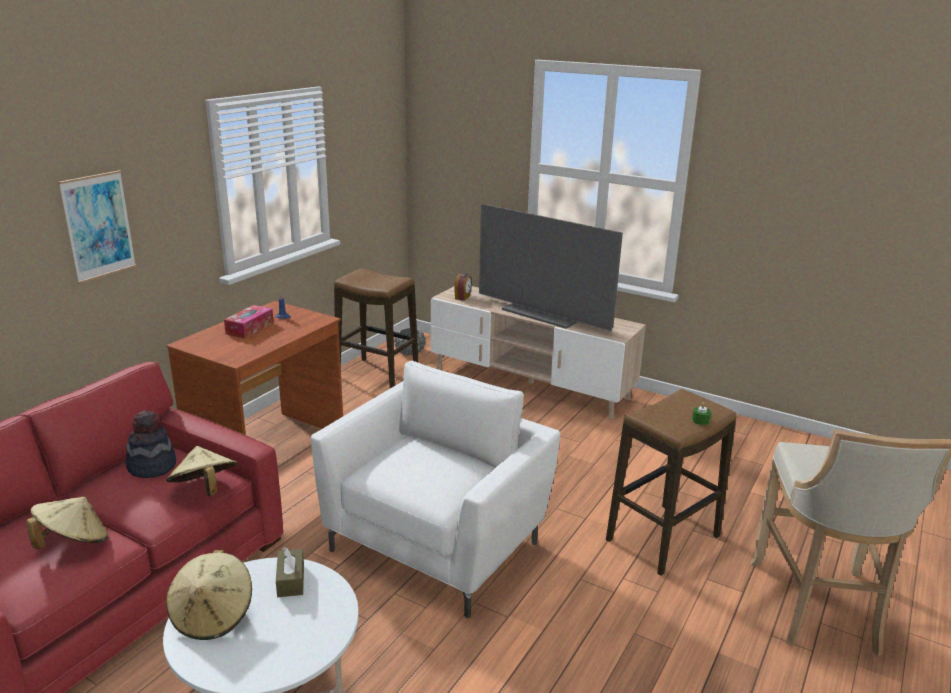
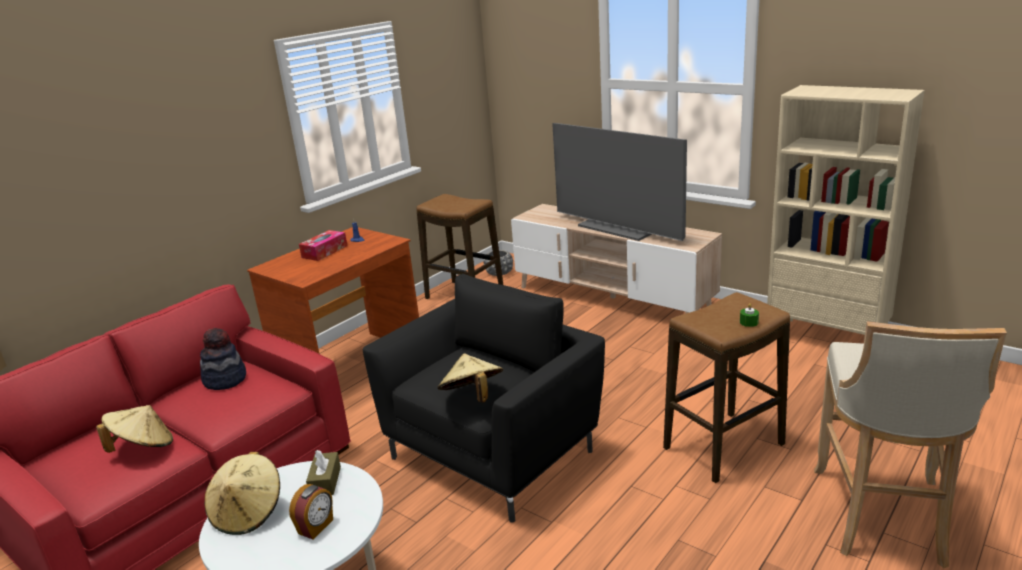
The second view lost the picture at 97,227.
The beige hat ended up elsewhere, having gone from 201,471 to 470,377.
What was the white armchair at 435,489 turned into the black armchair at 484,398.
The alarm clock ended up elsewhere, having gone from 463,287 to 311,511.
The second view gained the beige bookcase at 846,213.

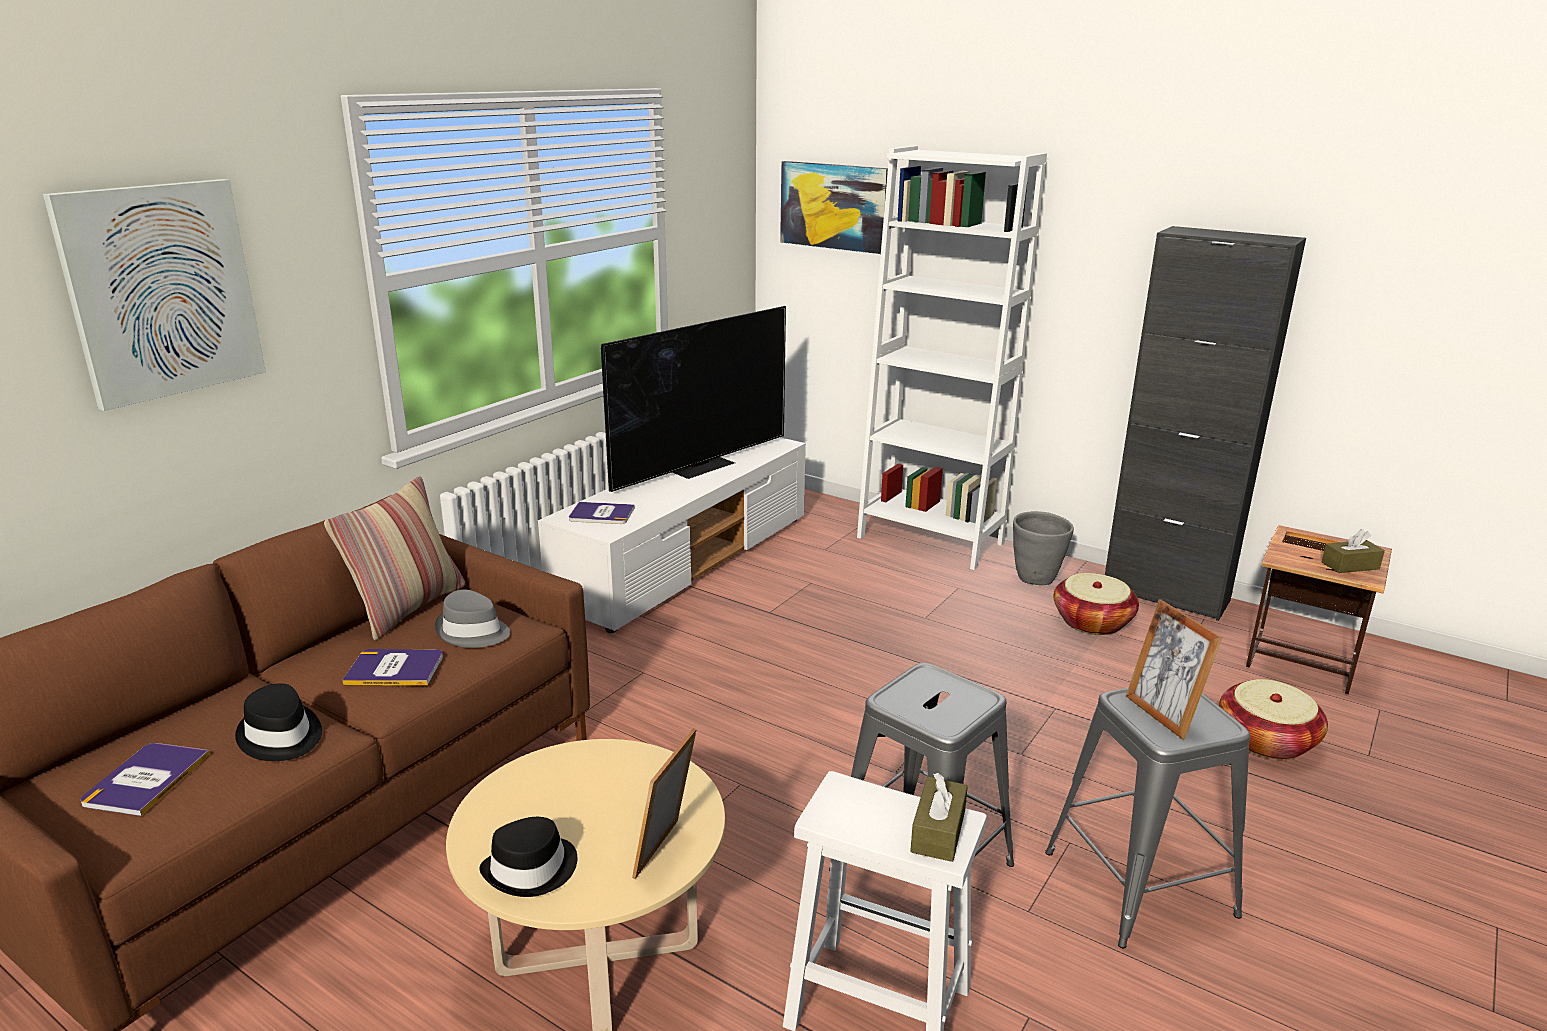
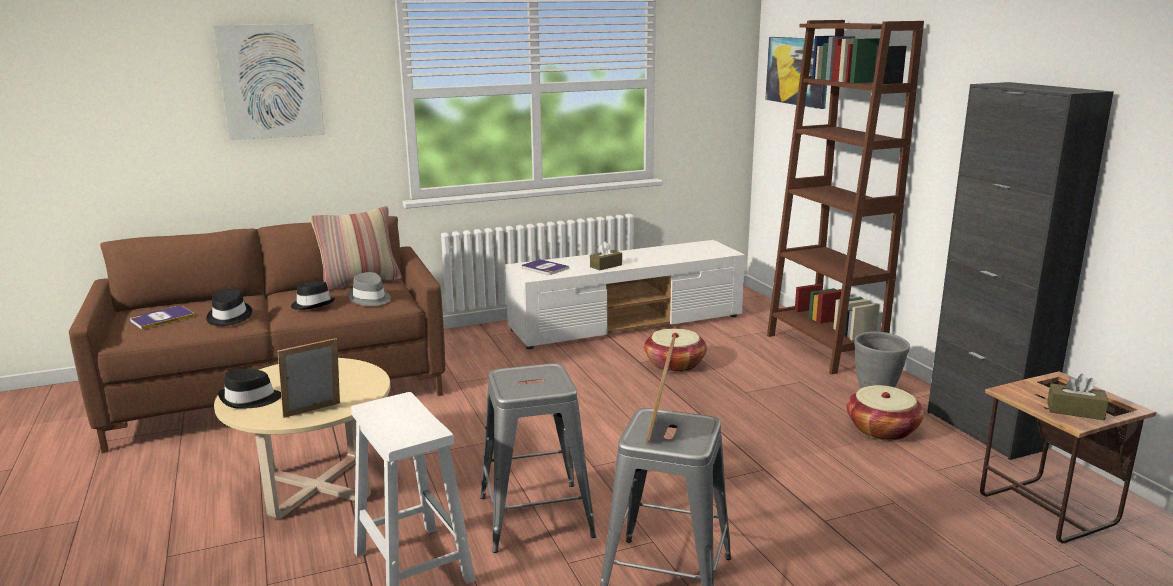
Where the book stood at 392,667, the black hat came to stand at 313,296.
The second view lost the television at 693,399.
What was the white bookcase at 952,358 turned into the brown bookcase at 845,197.
The brown tissue box ended up elsewhere, having gone from 939,817 to 606,256.
The basket ended up elsewhere, having gone from 1273,719 to 675,350.

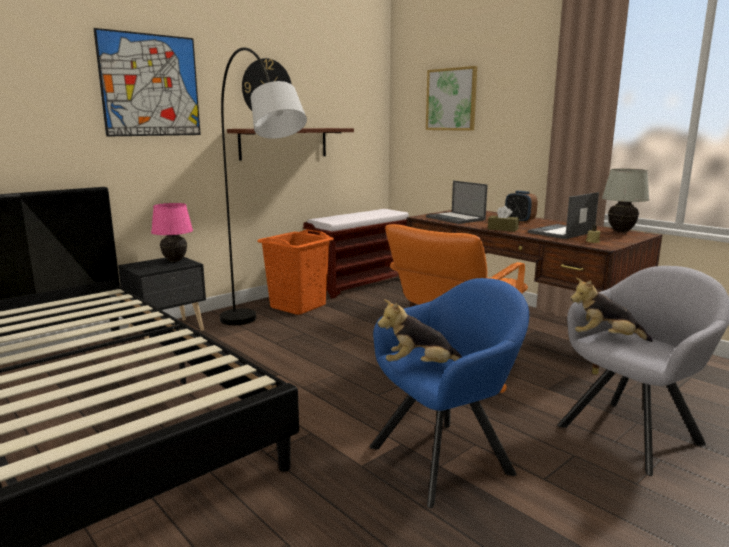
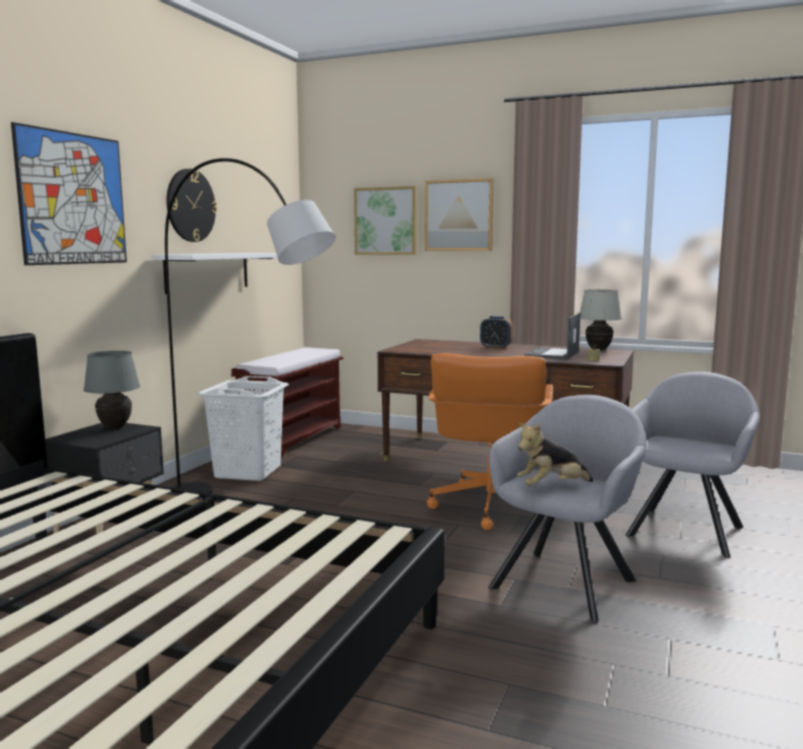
What was the pink table lamp at 172,232 turned into the grey table lamp at 112,389.
What was the brown shelf at 290,144 turned into the white shelf at 215,273.
What was the orange laundry basket at 295,272 turned into the white laundry basket at 243,428.
What was the blue armchair at 449,393 turned into the grey armchair at 567,509.
The second view lost the laptop at 457,202.
The second view lost the brown tissue box at 503,219.
The second view lost the plush toy at 611,310.
The second view gained the picture at 459,214.

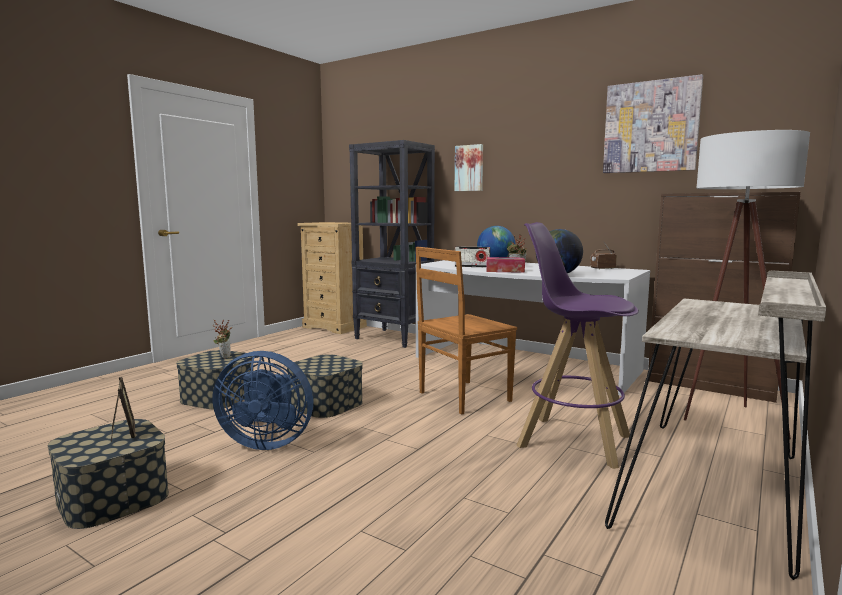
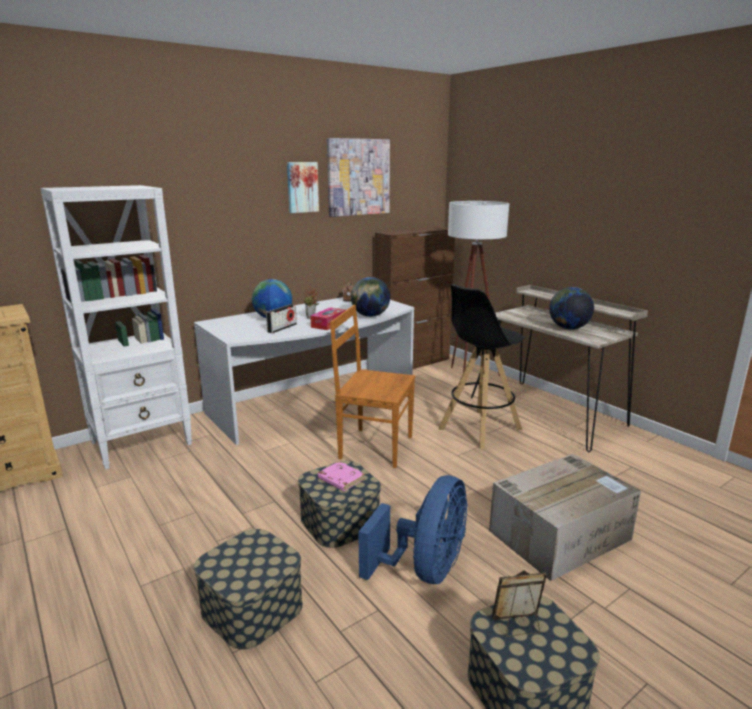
The second view lost the potted plant at 222,339.
What was the black bookcase at 392,244 turned into the white bookcase at 116,327.
The brown chair at 466,331 ended up facing another way, 120 degrees clockwise from before.
The picture ended up elsewhere, having gone from 469,167 to 303,187.
What was the purple stool at 578,345 turned into the black stool at 482,366.
The second view gained the pink book at 341,476.
The second view gained the cardboard box at 565,517.
The second view gained the globe at 571,308.

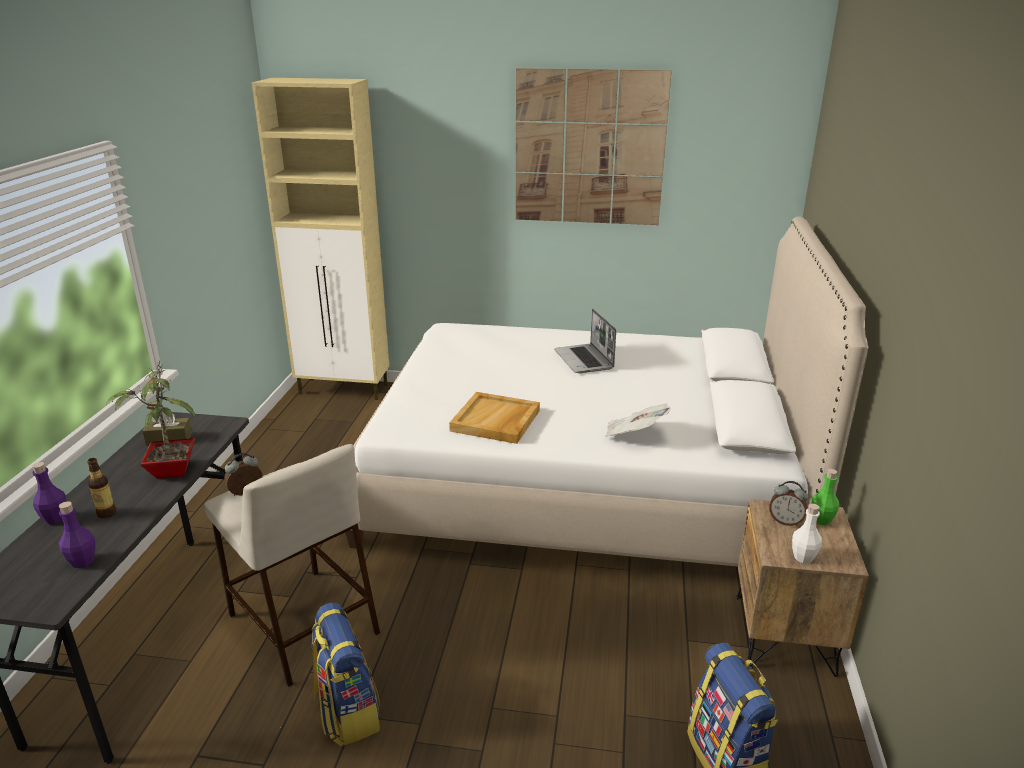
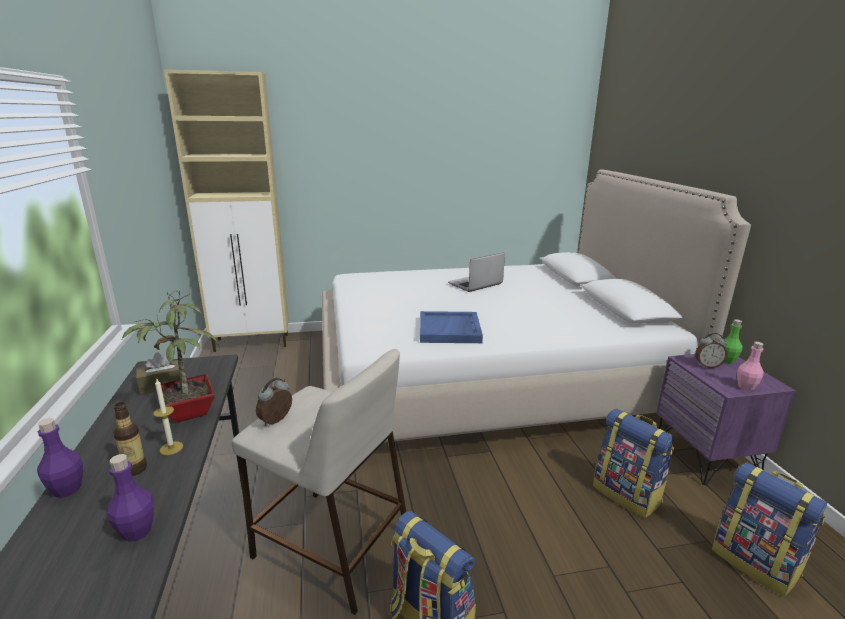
What was the beige tray at 494,418 turned into the blue tray at 451,327.
The second view lost the picture at 594,146.
The laptop at 585,341 ended up facing another way, 90 degrees clockwise from before.
The second view lost the newspaper at 638,420.
What was the brown nightstand at 803,588 turned into the purple nightstand at 726,419.
What was the white bottle at 807,533 turned into the pink bottle at 750,366.
The second view gained the candle at 168,417.
The second view gained the backpack at 633,463.

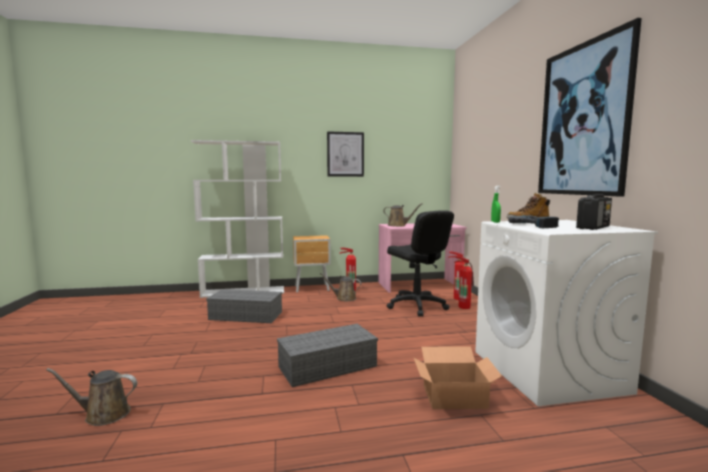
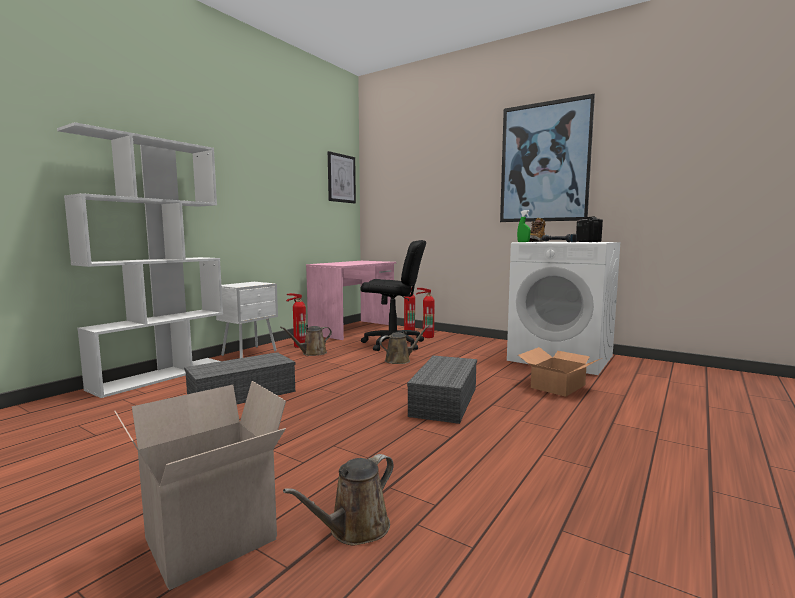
What was the brown nightstand at 312,264 turned into the white nightstand at 247,320.
The picture ended up elsewhere, having gone from 345,154 to 342,177.
The brown watering can ended up elsewhere, having gone from 403,215 to 404,345.
The second view gained the cardboard box at 200,485.

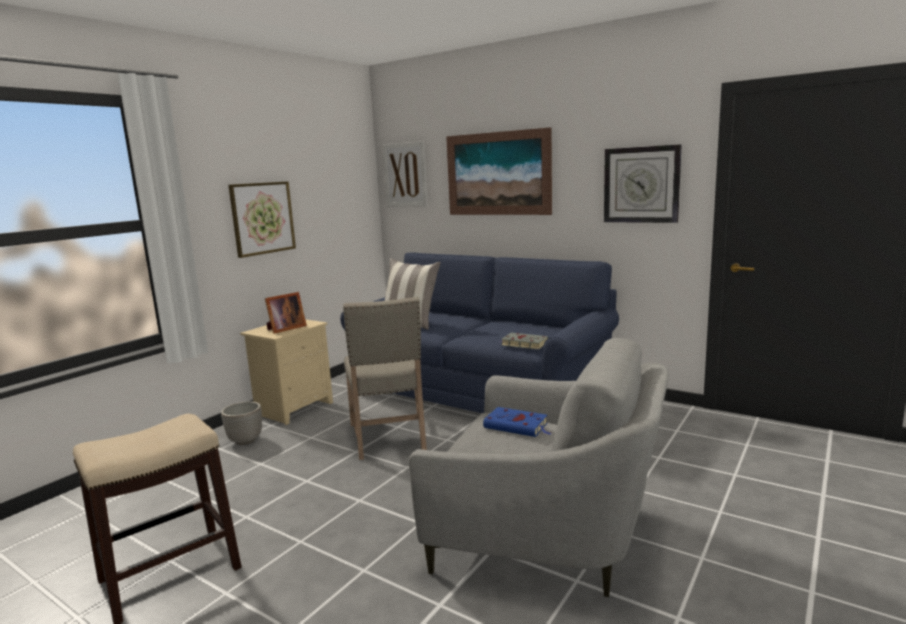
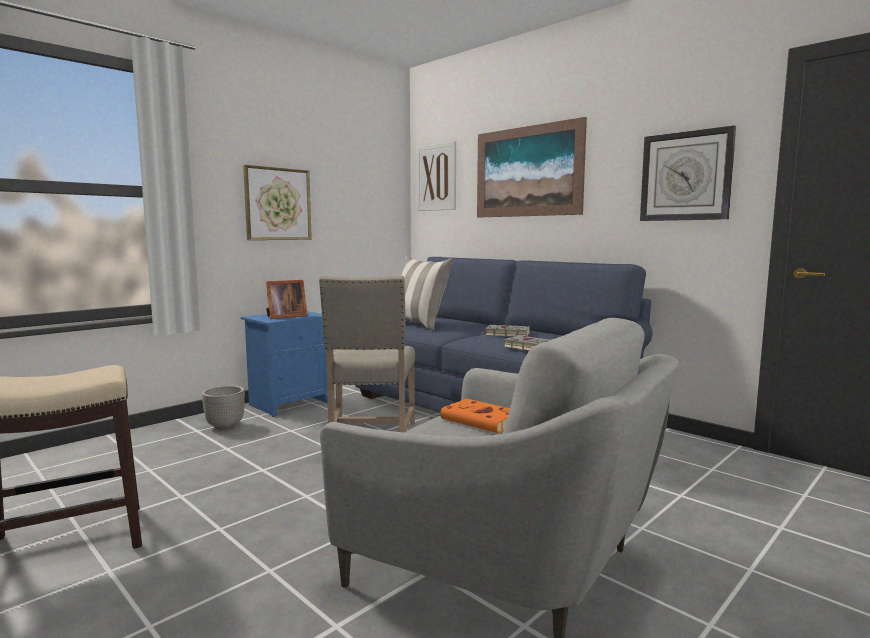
What was the beige nightstand at 286,372 turned into the blue nightstand at 284,364.
What was the blue book at 517,422 turned into the orange book at 475,416.
The second view gained the grey book at 505,331.

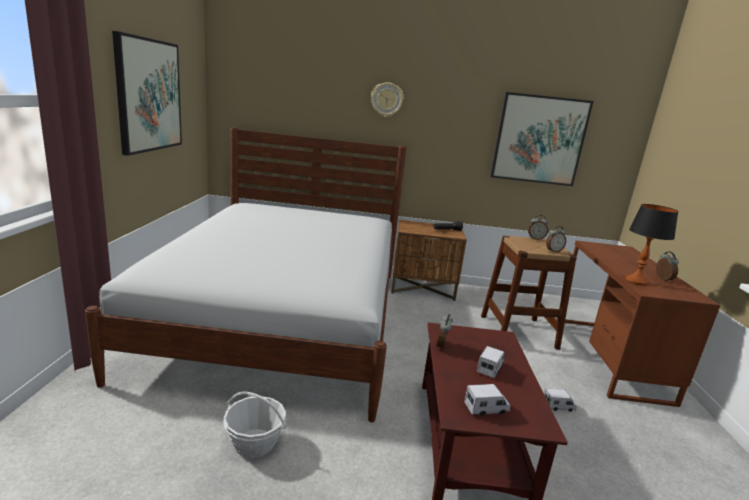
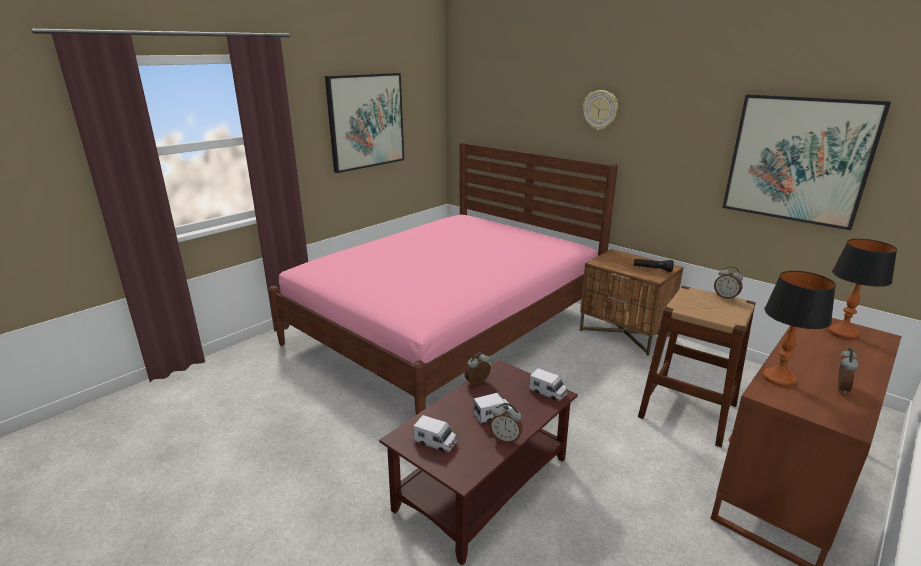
What was the white bed at 245,274 turned into the pink bed at 443,278.
The second view lost the basket at 254,425.
The toy truck ended up elsewhere, having gone from 560,400 to 548,384.
The alarm clock ended up elsewhere, having gone from 556,239 to 506,423.
The second view gained the table lamp at 862,289.

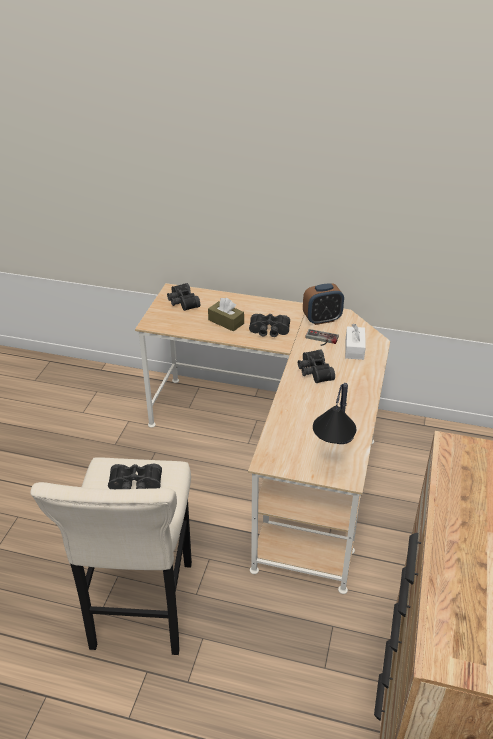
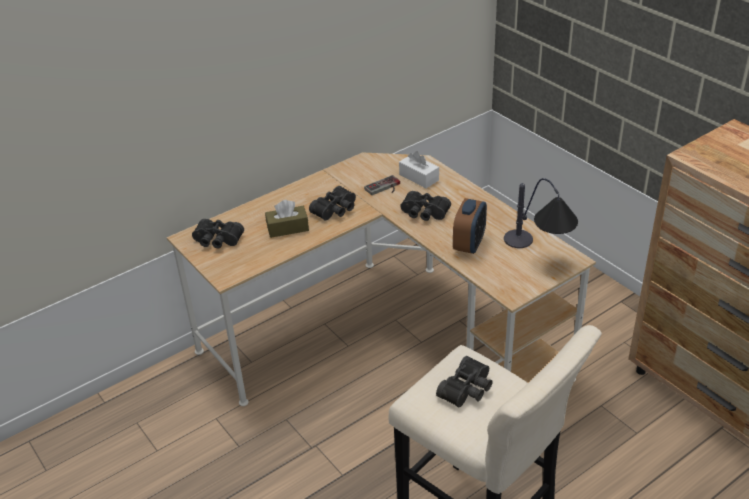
The alarm clock ended up elsewhere, having gone from 323,304 to 470,226.

